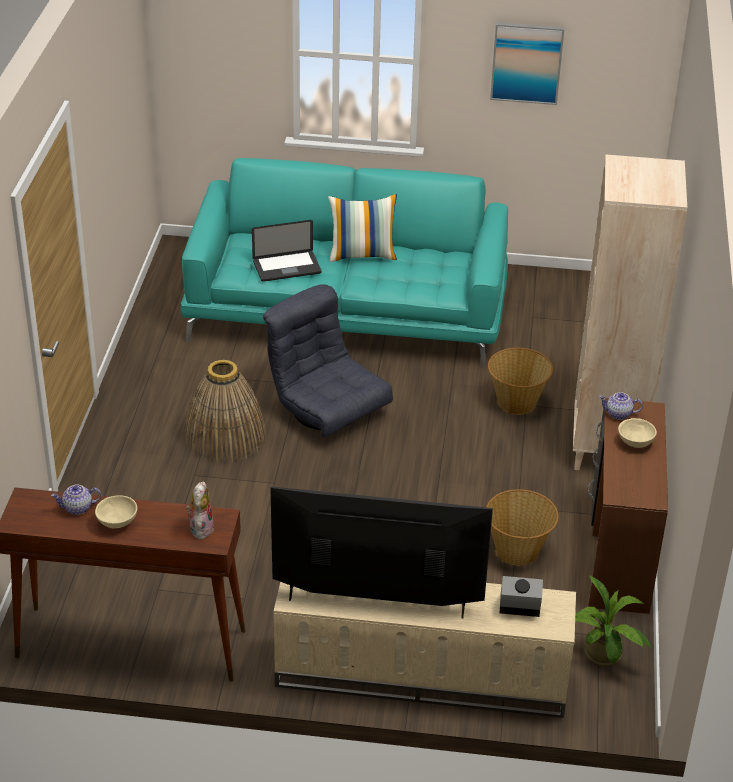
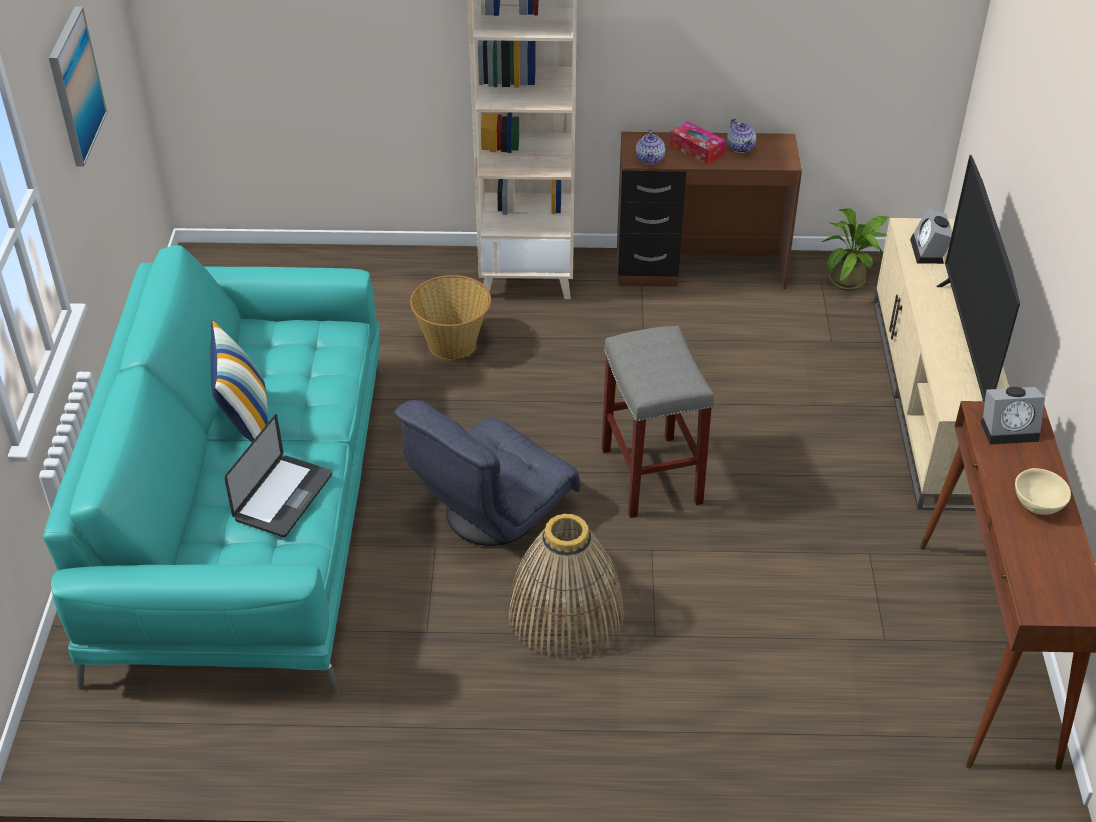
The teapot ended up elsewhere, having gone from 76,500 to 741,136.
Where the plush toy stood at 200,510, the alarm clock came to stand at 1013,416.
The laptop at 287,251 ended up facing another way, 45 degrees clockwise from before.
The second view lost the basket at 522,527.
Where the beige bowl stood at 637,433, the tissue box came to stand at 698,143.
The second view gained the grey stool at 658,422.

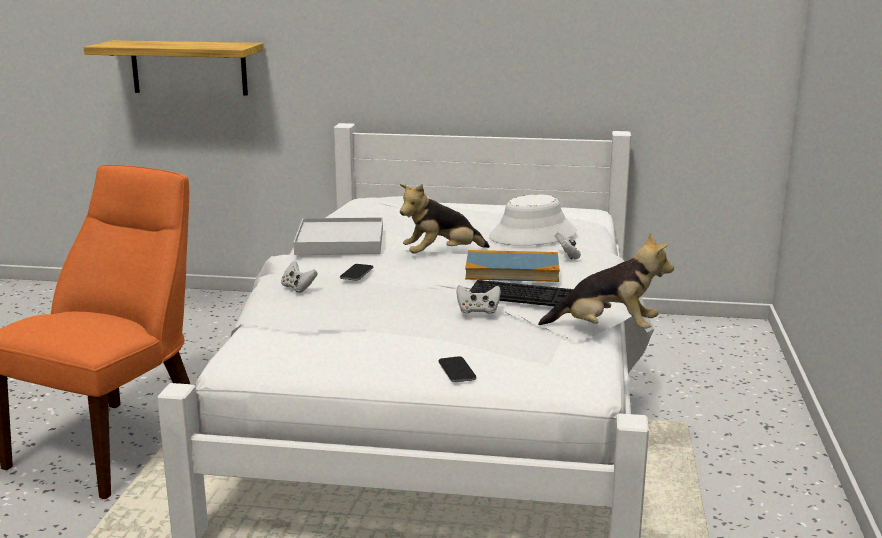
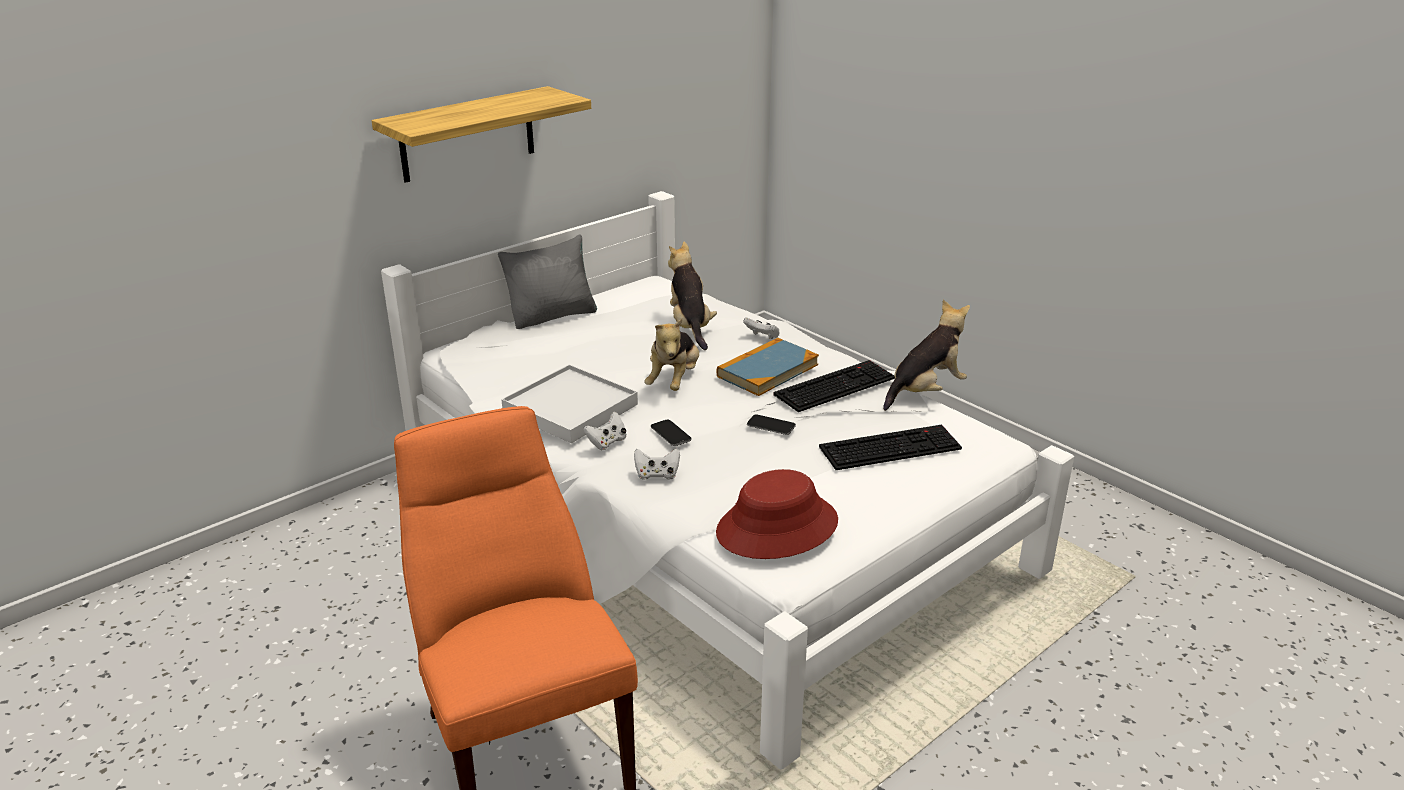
The shelf ended up elsewhere, having gone from 174,68 to 481,134.
The phone ended up elsewhere, having gone from 457,369 to 771,424.
The white game controller ended up elsewhere, having gone from 478,299 to 604,431.
Where the white hat stood at 533,220, the plush toy came to stand at 692,296.
The second view gained the grey pillow at 547,282.
The second view gained the red hat at 777,514.
The second view gained the keyboard at 890,447.

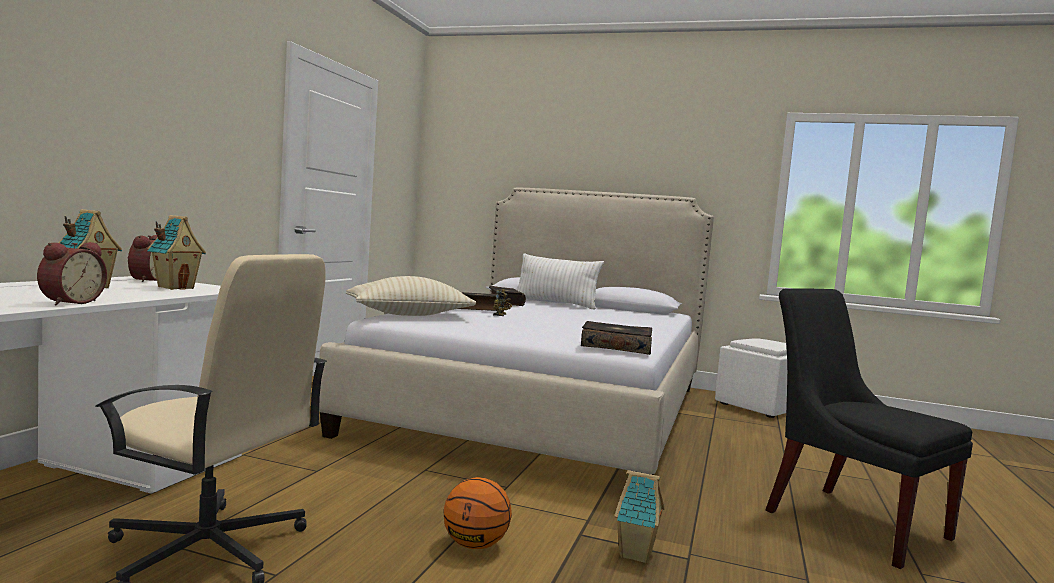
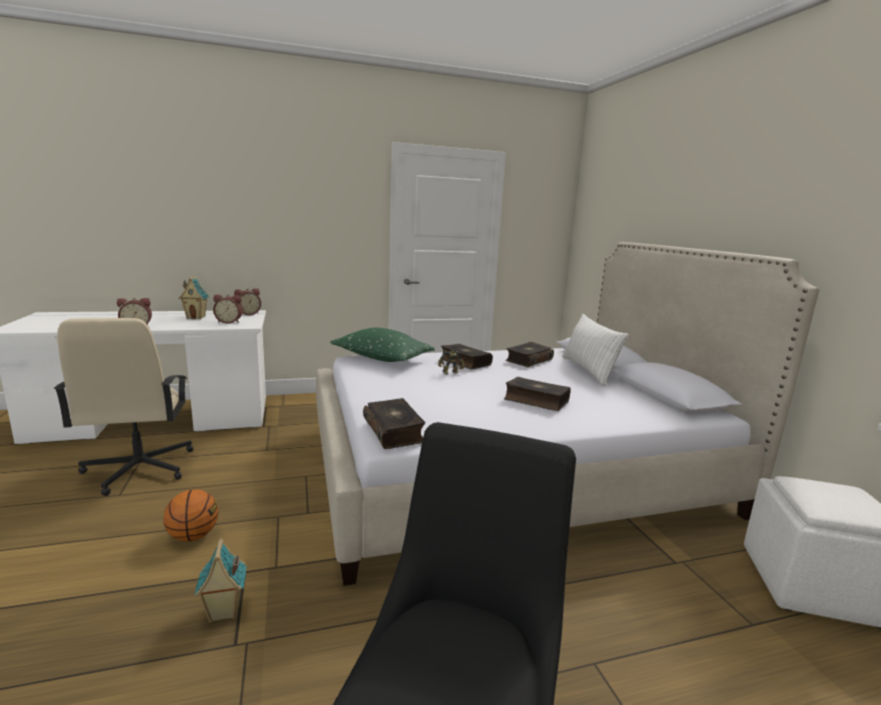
Where the toy house stood at 176,252, the alarm clock came to stand at 228,309.
What was the beige pillow at 411,296 turned into the green pillow at 382,345.
The second view gained the book at 537,394.

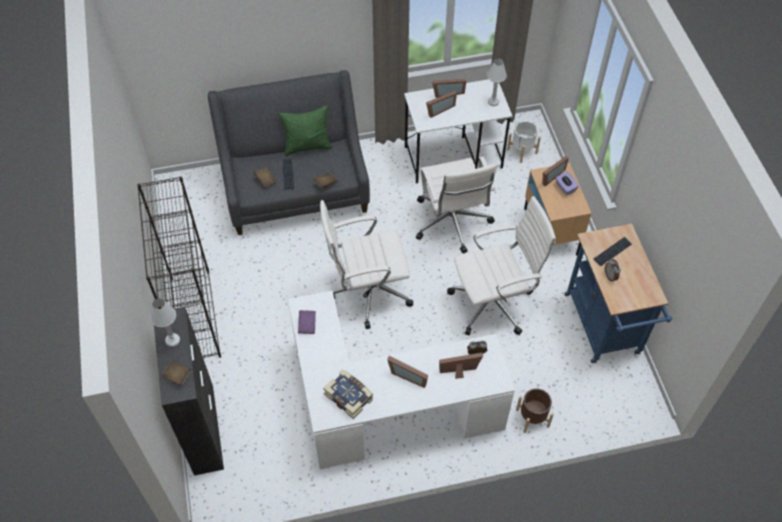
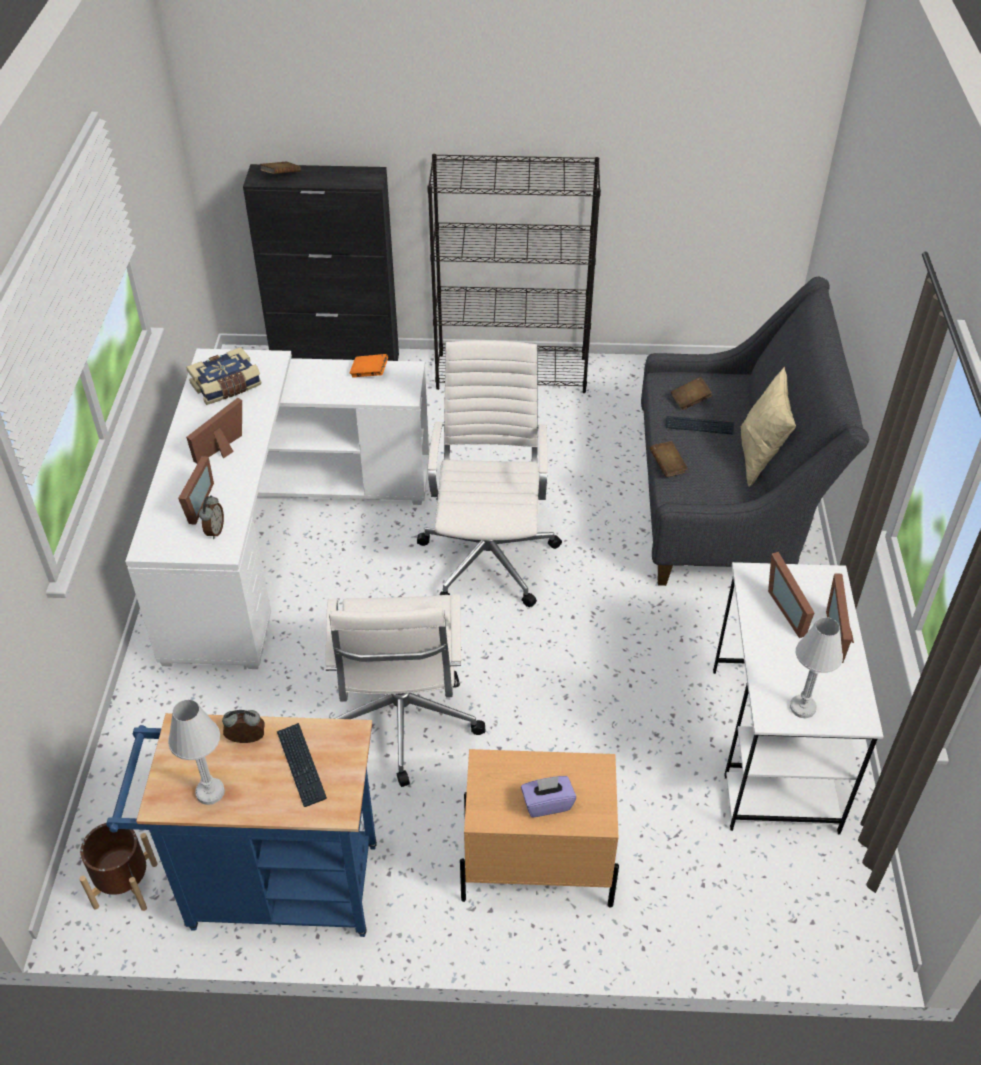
The white table lamp ended up elsewhere, having gone from 165,322 to 196,752.
What was the green pillow at 306,130 turned into the beige pillow at 768,427.
What was the purple book at 307,322 turned into the orange book at 368,366.
The second view lost the white office chair at 456,205.
The second view lost the white planter at 524,142.
The brown planter ended up elsewhere, having gone from 535,410 to 118,867.
The second view lost the picture frame at 556,171.

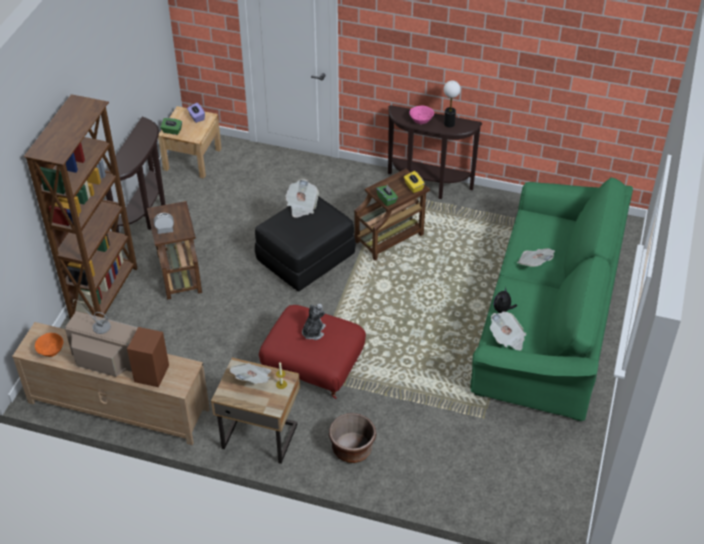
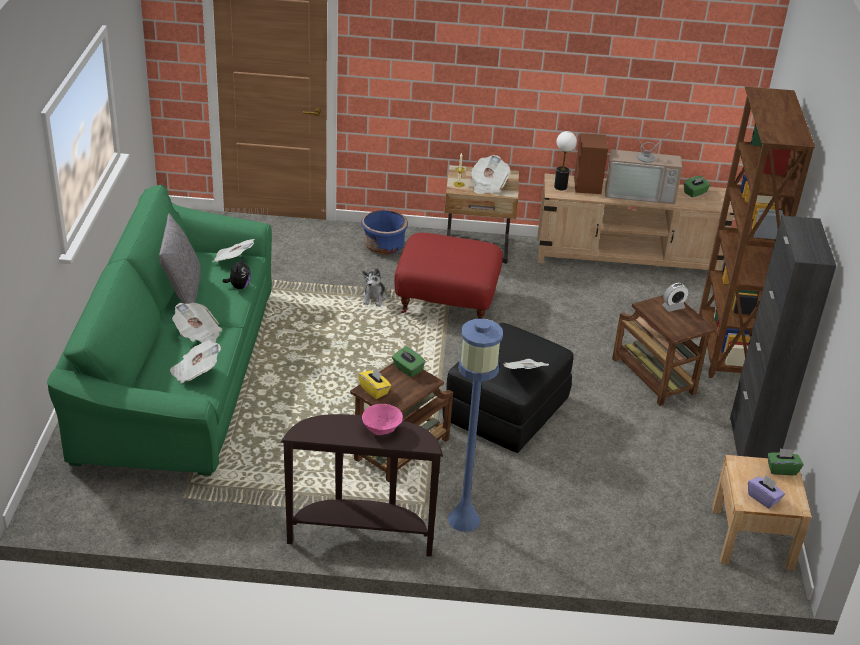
Where the orange bowl stood at 49,345, the green tissue box came to stand at 697,186.
Where the brown console table stood at 136,175, the black cabinet came to stand at 783,337.
The plush toy ended up elsewhere, having gone from 314,321 to 374,287.
What was the brown planter at 352,438 turned into the blue planter at 384,232.
The table lamp ended up elsewhere, having gone from 452,103 to 565,160.
The second view gained the grey pillow at 180,258.
The second view gained the newspaper at 195,362.
The second view gained the blue floor lamp at 475,425.

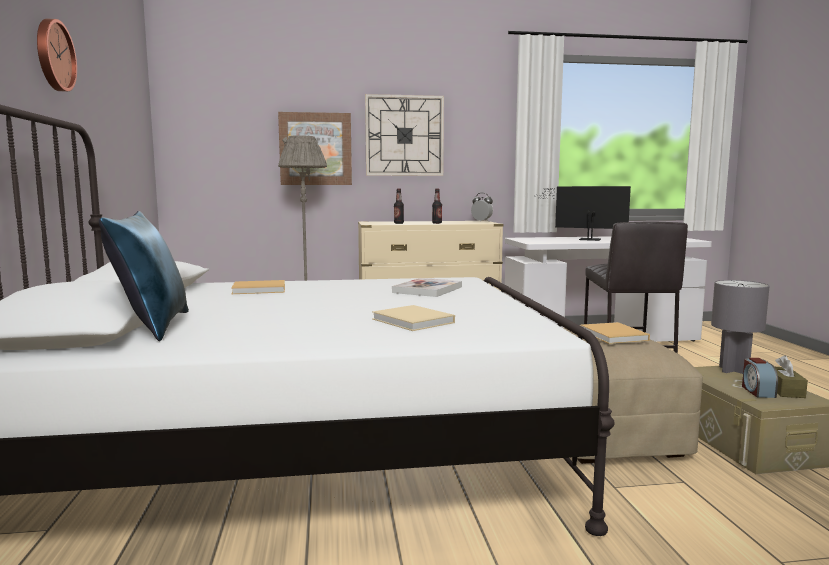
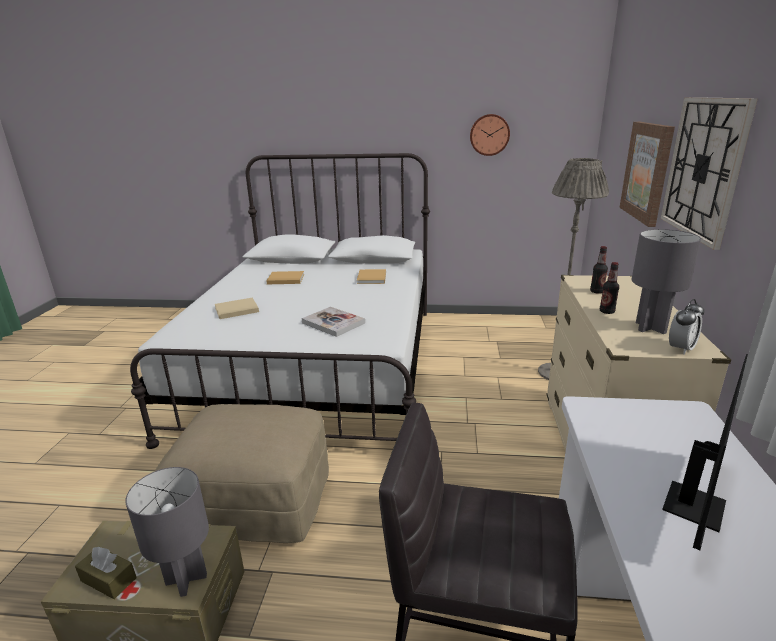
The wall clock ended up elsewhere, having gone from 57,55 to 490,135.
The second view lost the blue pillow at 144,276.
The beige book ended up elsewhere, having gone from 615,333 to 285,277.
The second view lost the alarm clock at 760,378.
The second view gained the grey table lamp at 666,281.

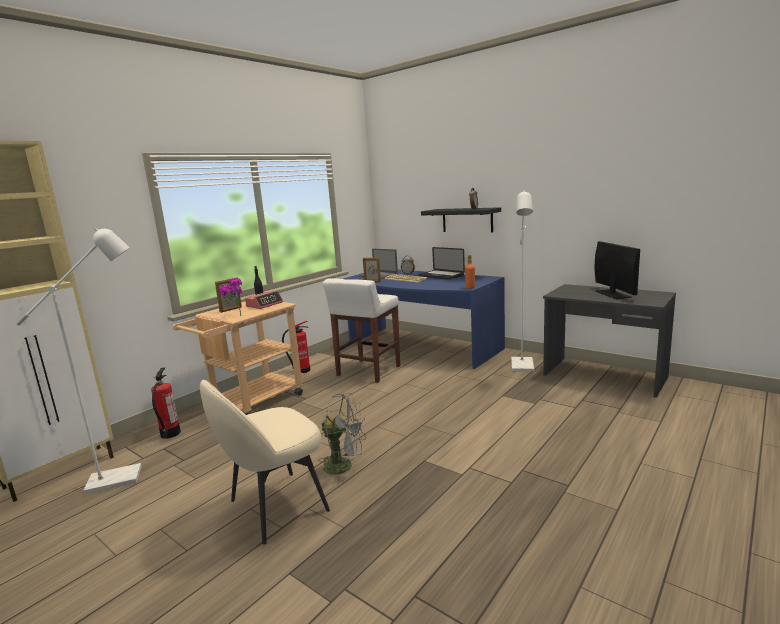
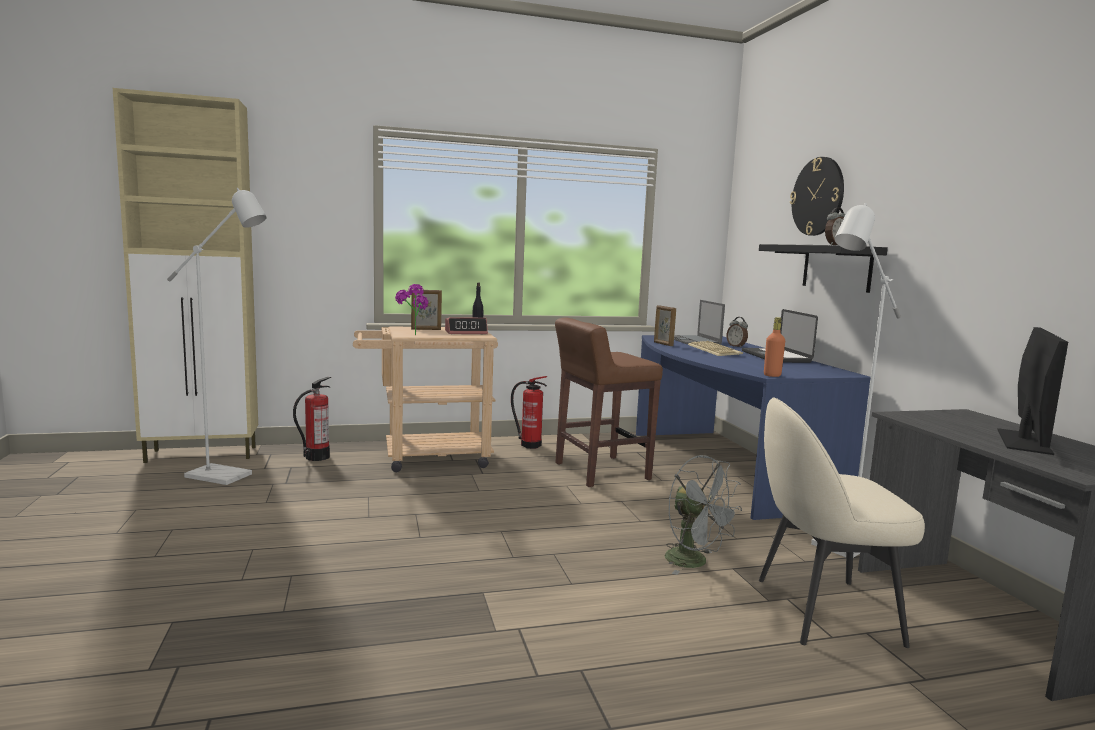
The beige chair ended up elsewhere, having gone from 265,462 to 842,522.
The grey fan ended up elsewhere, having gone from 342,437 to 703,515.
What was the white stool at 361,330 turned into the brown stool at 609,402.
The second view gained the wall clock at 817,196.

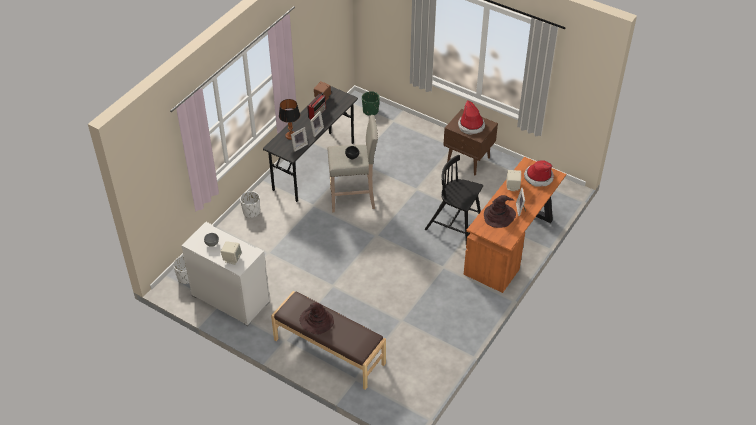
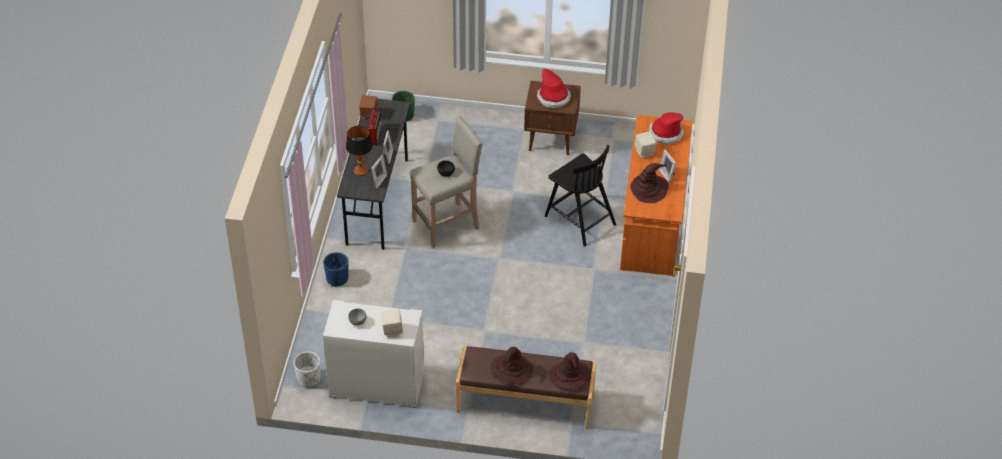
What was the white planter at 250,204 turned into the blue planter at 336,269.
The black chair at 454,198 ended up facing another way, 135 degrees counterclockwise from before.
The second view gained the brown hat at 569,370.

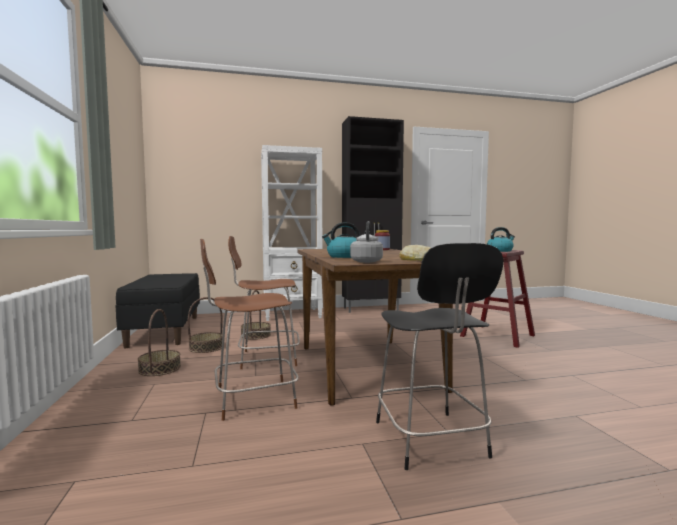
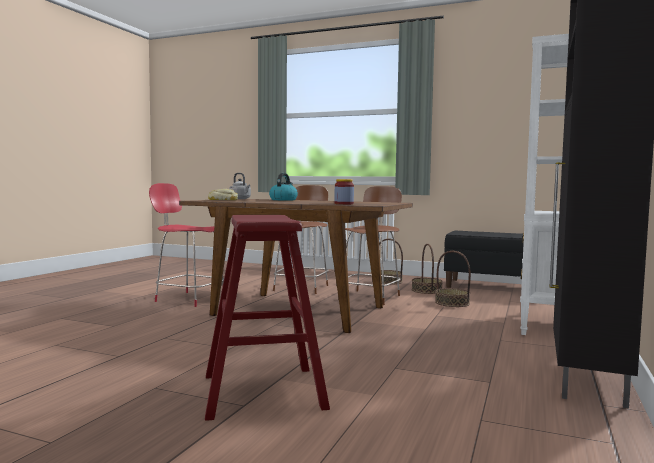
What was the black chair at 439,356 turned into the red chair at 186,245.
The second view lost the kettle at 501,239.

